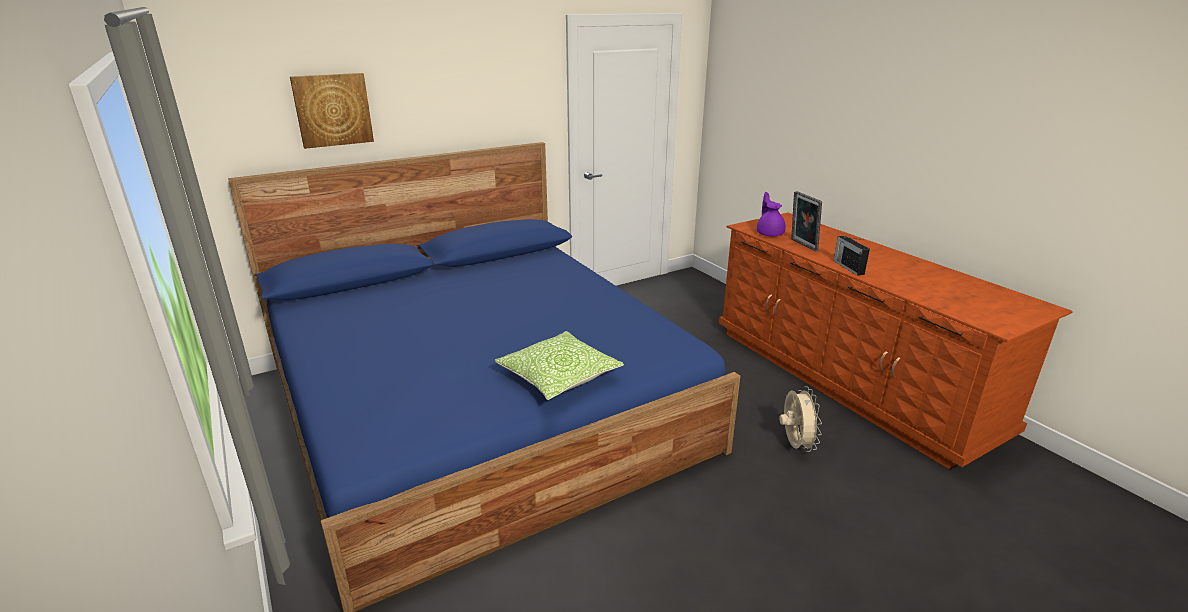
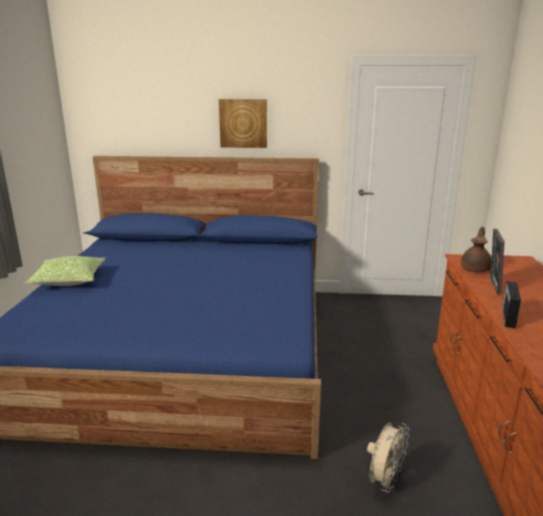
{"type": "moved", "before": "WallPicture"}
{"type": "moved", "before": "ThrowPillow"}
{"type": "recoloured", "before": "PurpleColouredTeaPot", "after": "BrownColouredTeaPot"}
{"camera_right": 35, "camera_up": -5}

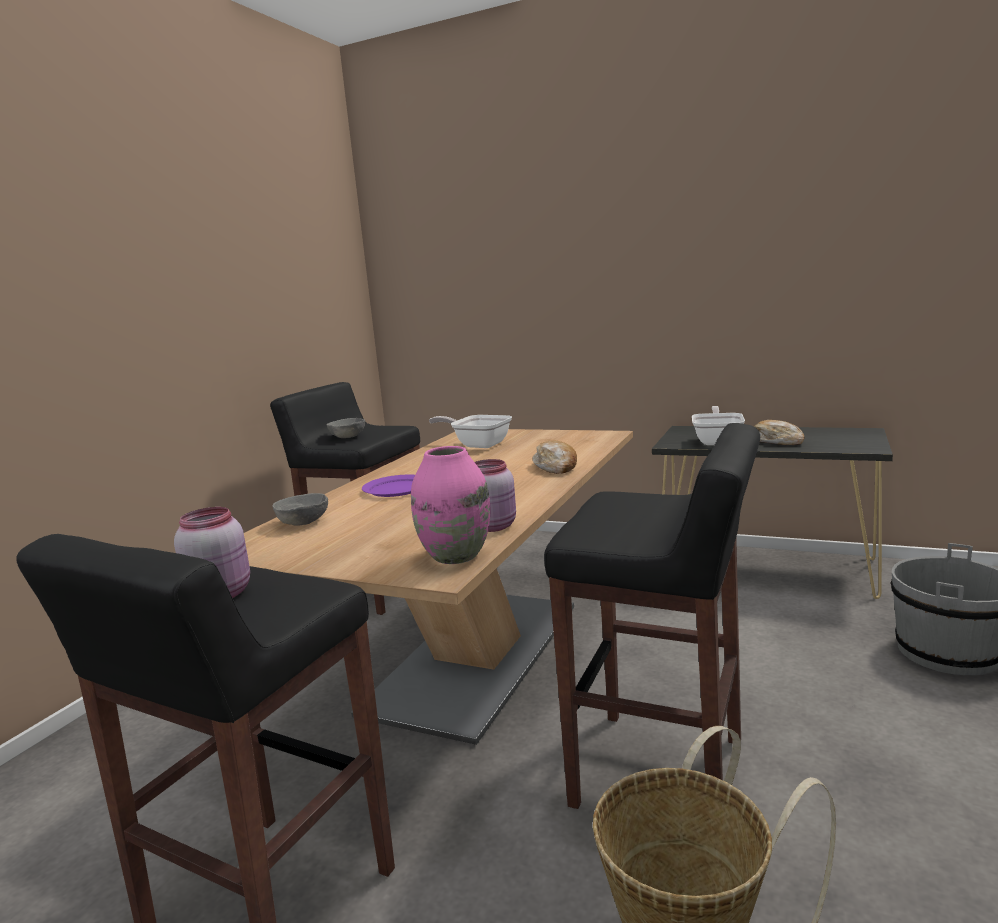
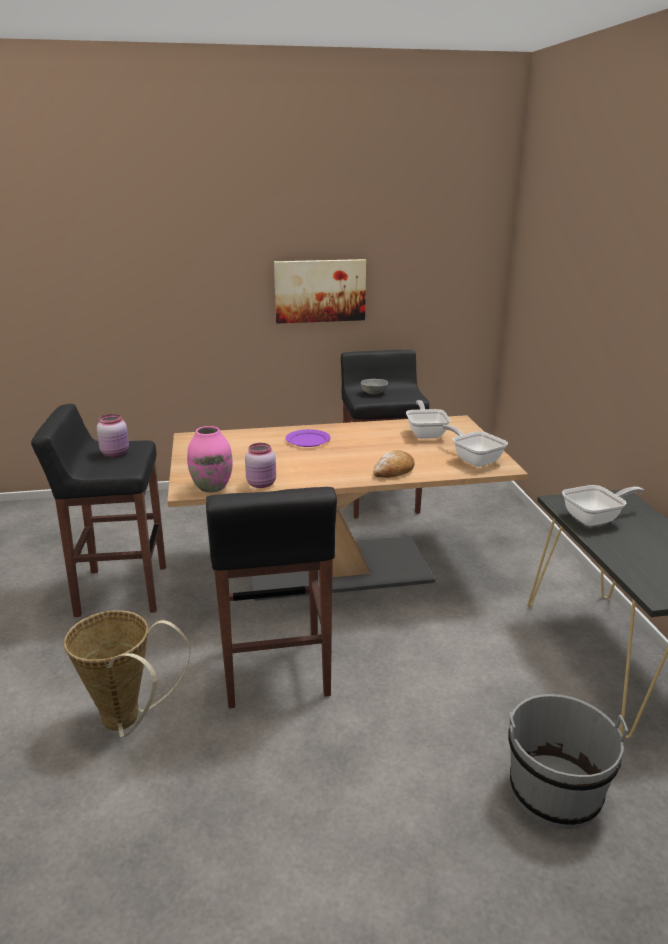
{"type": "removed", "before": "GrayServingBowl (1st from left)"}
{"type": "removed", "before": "BakedBread (2nd from left)"}
{"type": "added", "after": "WallPicture"}
{"type": "added", "after": "FryingPan (2nd from left)"}
{"camera_right": 55, "camera_up": 10}

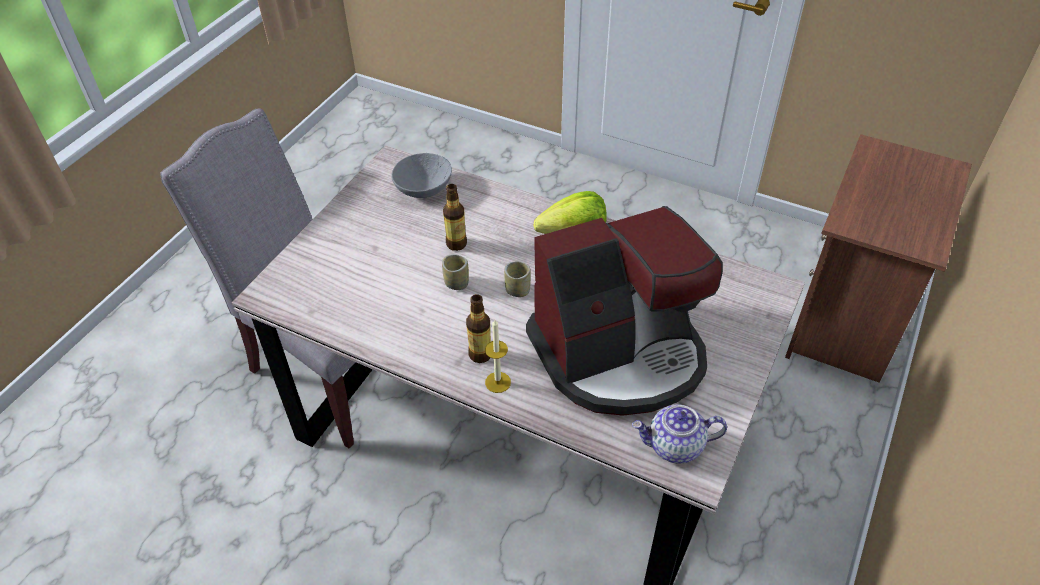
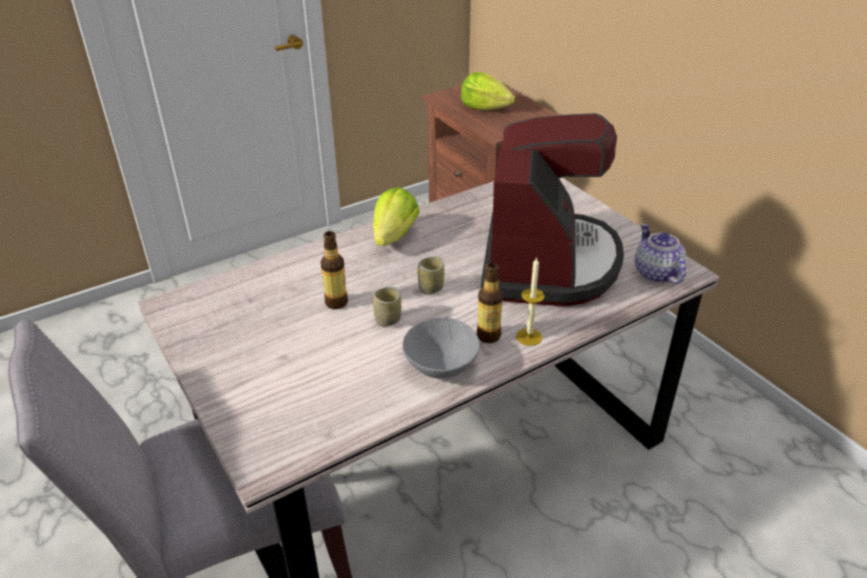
{"type": "moved", "before": "GrayServingBowl"}
{"type": "turned", "before": "TeaPot", "turn": 135}
{"type": "added", "after": "Lettuce (2nd from left)"}
{"camera_right": -60, "camera_up": -10}

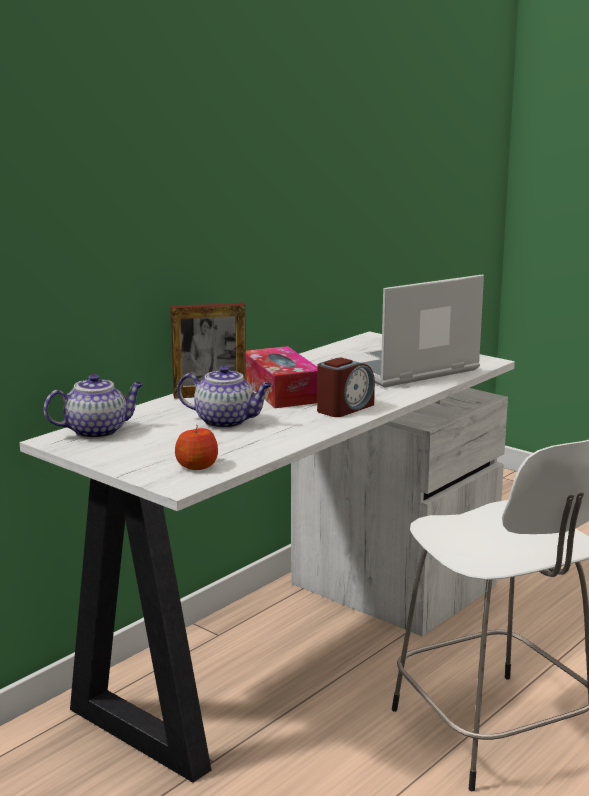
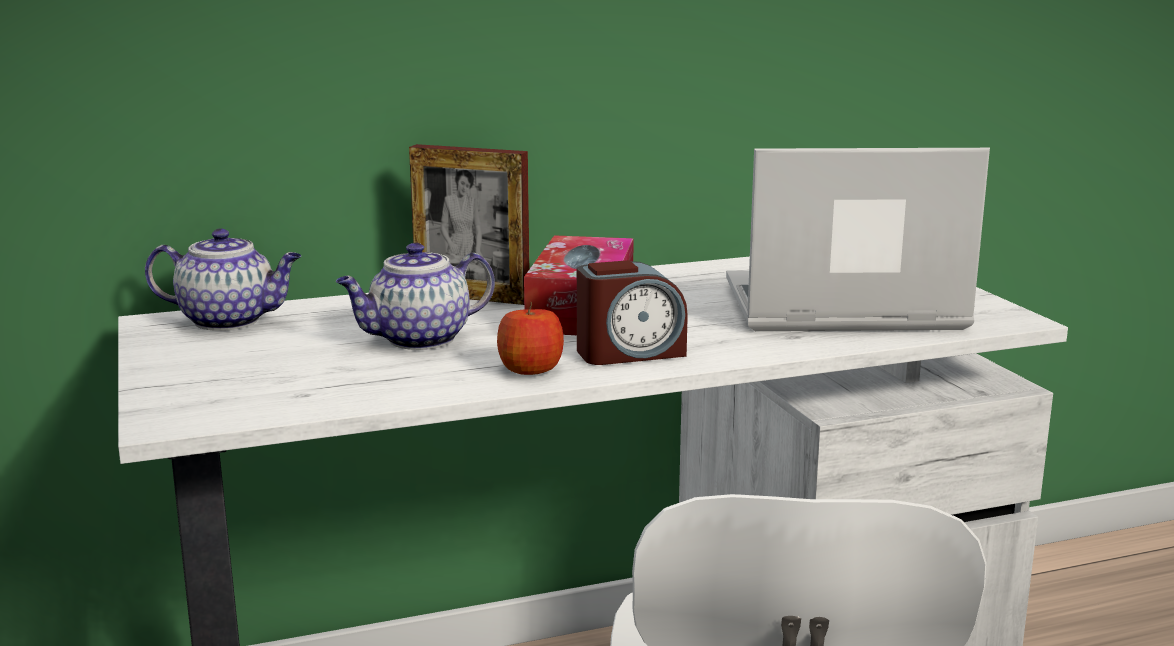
{"type": "moved", "before": "WholeApple"}
{"type": "turned", "before": "TeaPot (2nd from left)", "turn": 105}
{"camera_right": 30, "camera_up": 0}

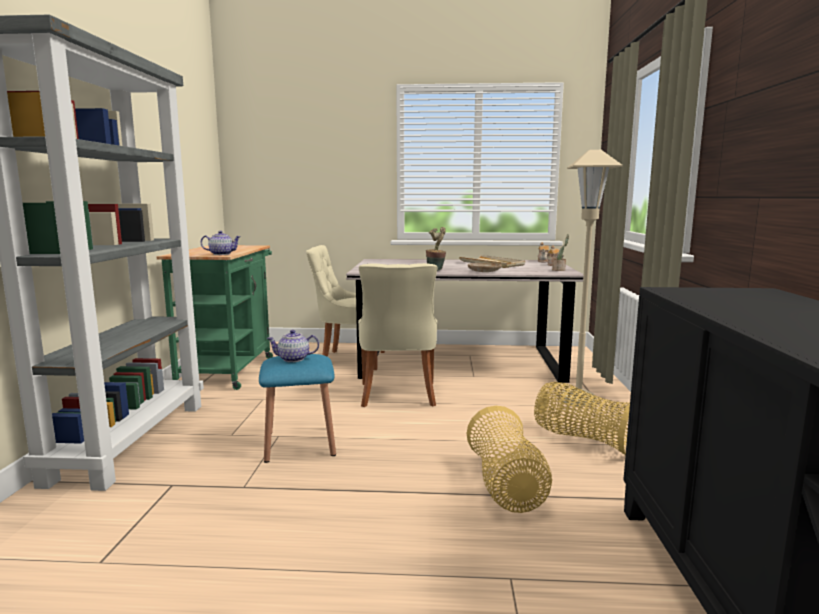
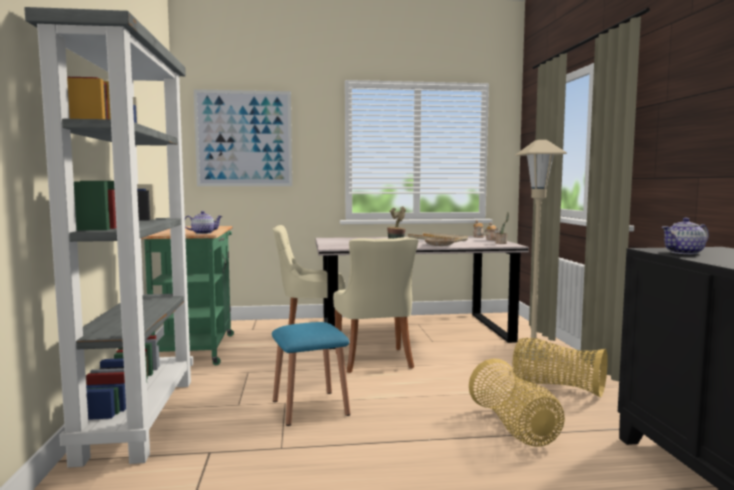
{"type": "moved", "before": "TeaPot (2nd from left in the first image)", "after": "TeaPot (4th from left)"}
{"type": "added", "after": "WallPicture"}
{"camera_right": -10, "camera_up": -5}

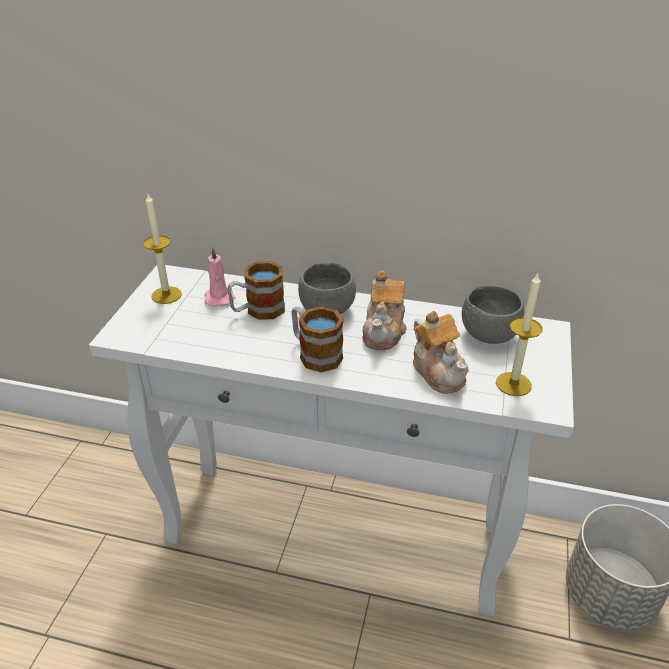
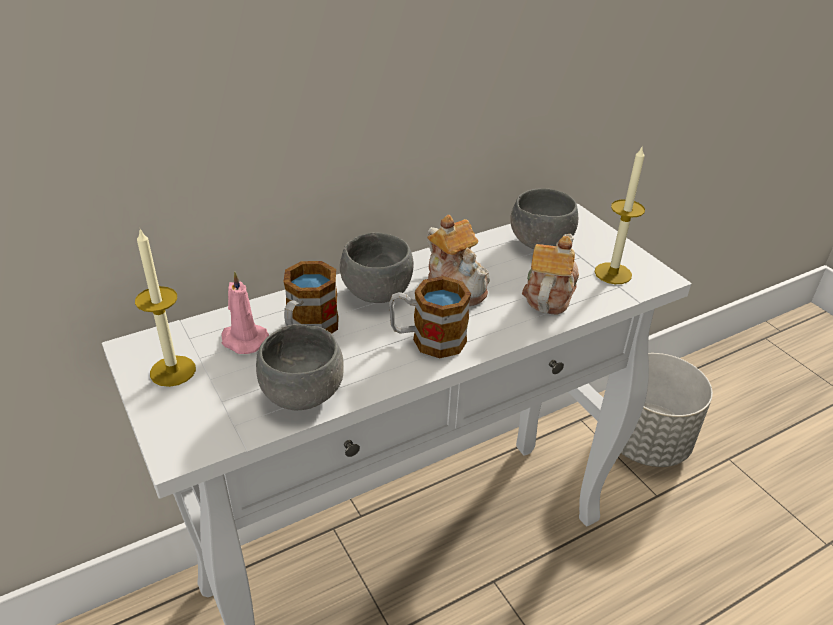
{"type": "turned", "before": "TeaPot (2nd from left)", "turn": -90}
{"type": "added", "after": "GrayServingBowl (1st from left)"}
{"camera_right": -45, "camera_up": 0}

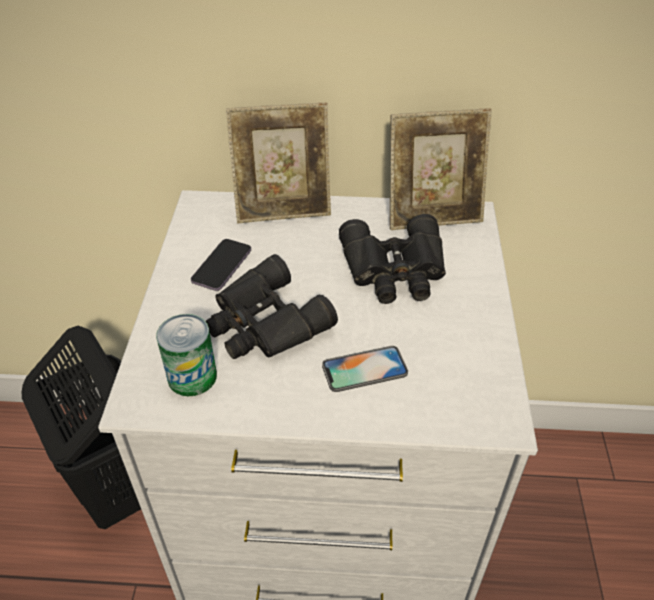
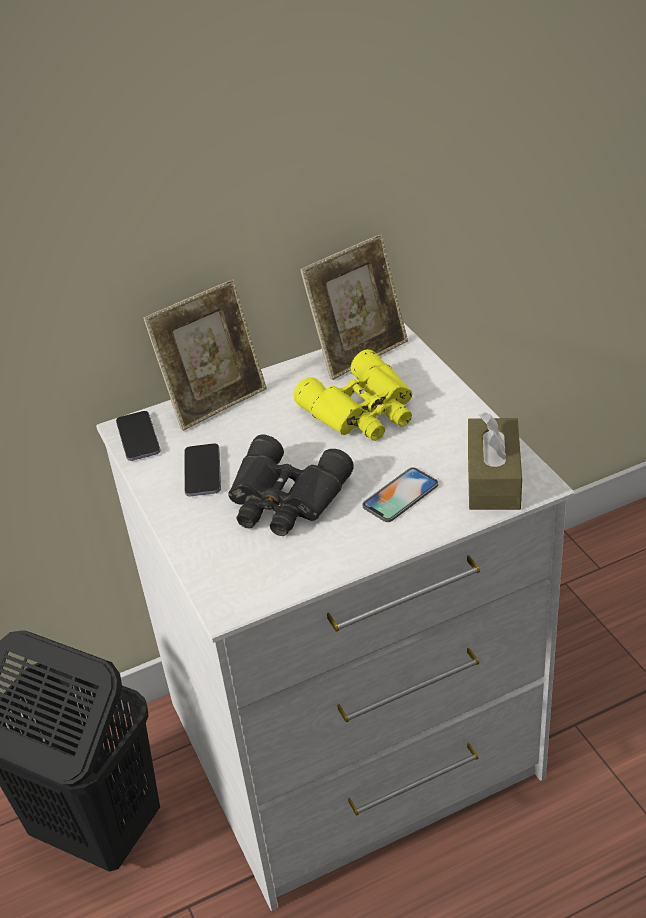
{"type": "removed", "before": "SealedCan"}
{"type": "recoloured", "before": "BlackColouredFieldGlasses (2nd from left)", "after": "YellowFieldGlasses"}
{"type": "added", "after": "Telephone (1st from left)"}
{"type": "added", "after": "BrownColouredBoxOfTissues"}
{"camera_right": -25, "camera_up": -5}

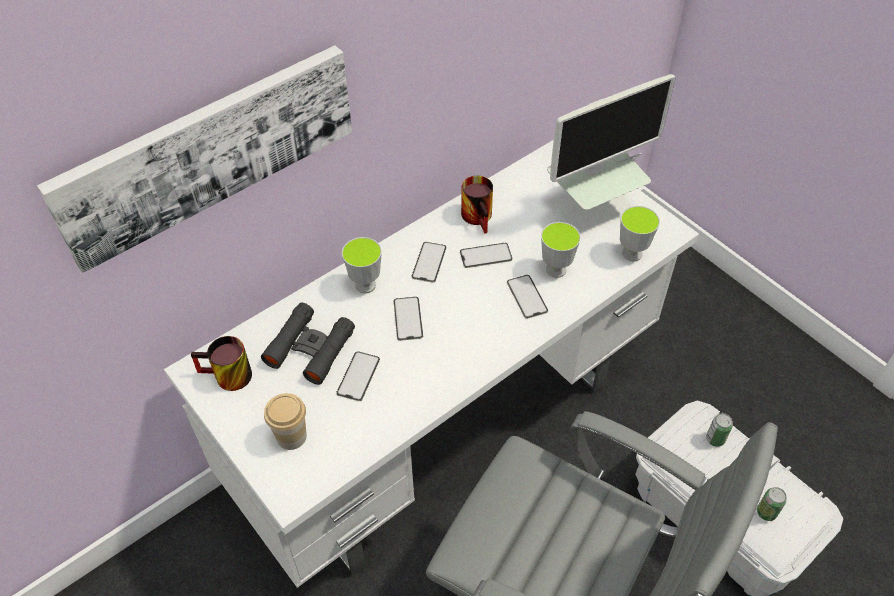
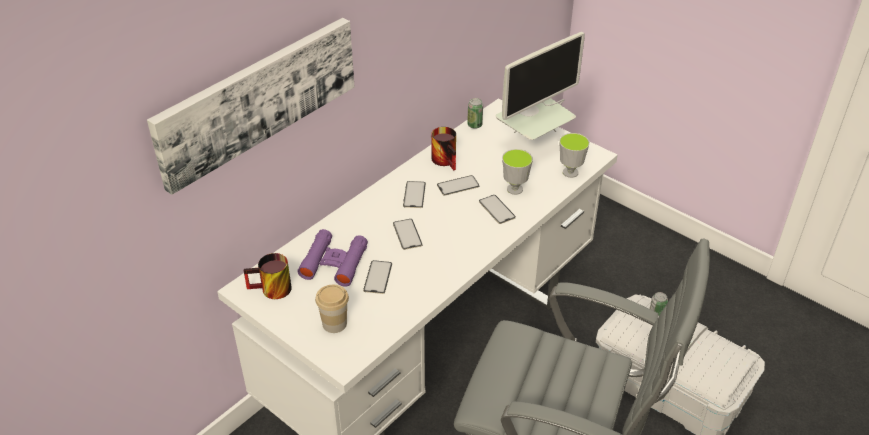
{"type": "recoloured", "before": "BlackColouredFieldGlasses", "after": "PurpleColouredFieldGlasses"}
{"type": "removed", "before": "DrinkingCup (2nd from left)"}
{"type": "moved", "before": "SealedCan (2nd from left in the first image)", "after": "SealedCan (1st from left)"}
{"camera_right": -10, "camera_up": -10}

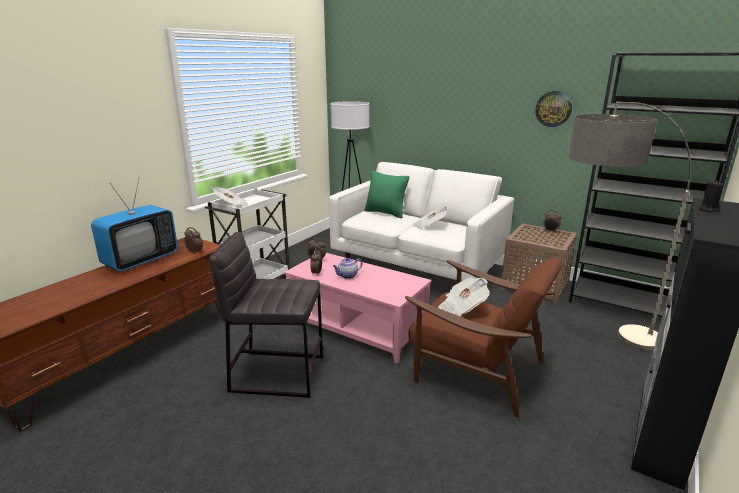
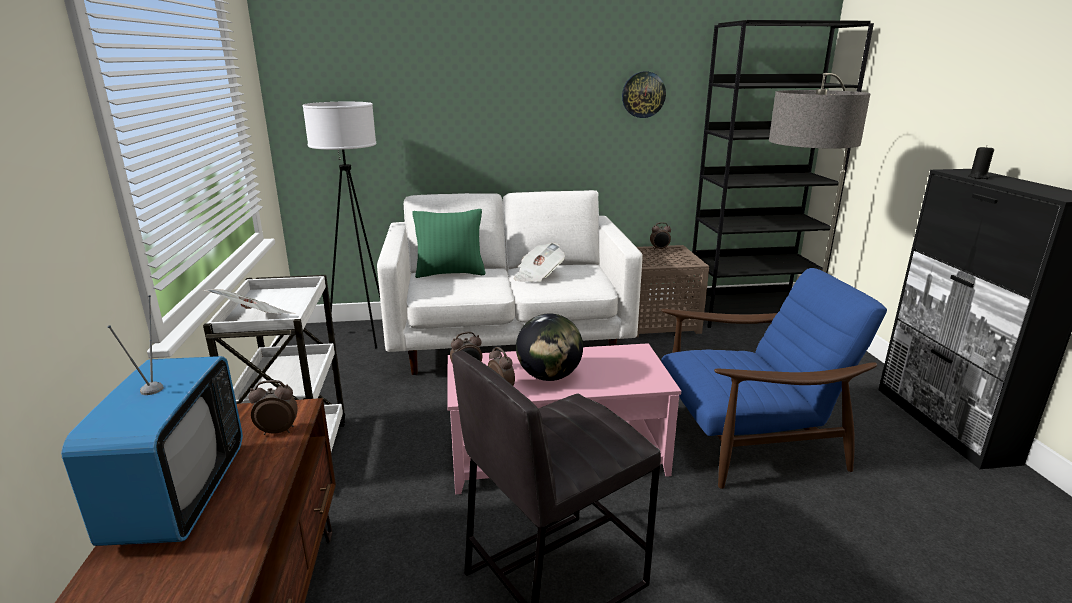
{"type": "replaced", "before": "TeaPot", "after": "WorldGlobe"}
{"type": "recoloured", "before": "BrownColouredLoungeChair", "after": "BlueLoungeChair"}
{"type": "removed", "before": "PrintedPaper (3rd from left)"}
{"camera_right": -40, "camera_up": 0}

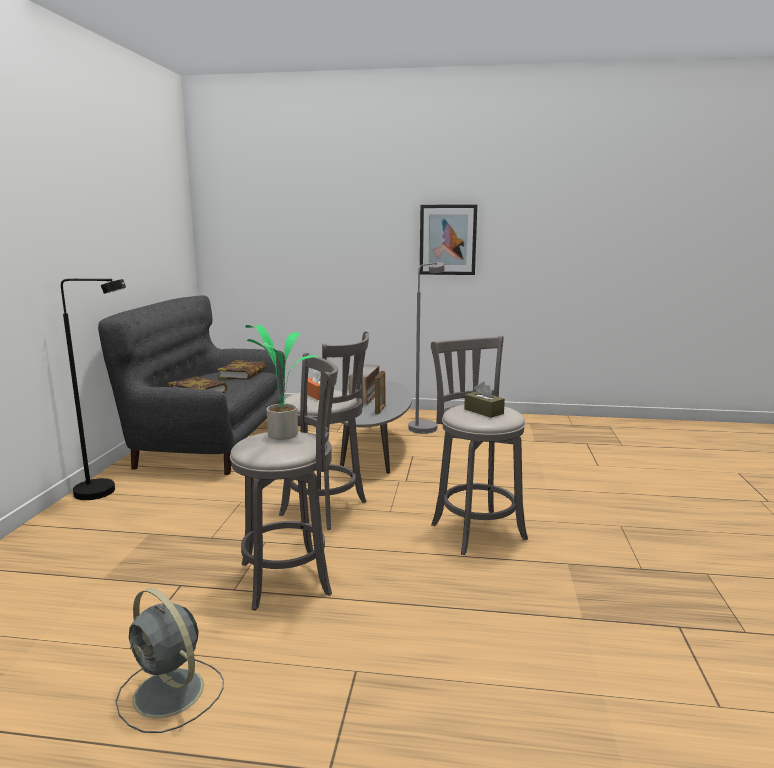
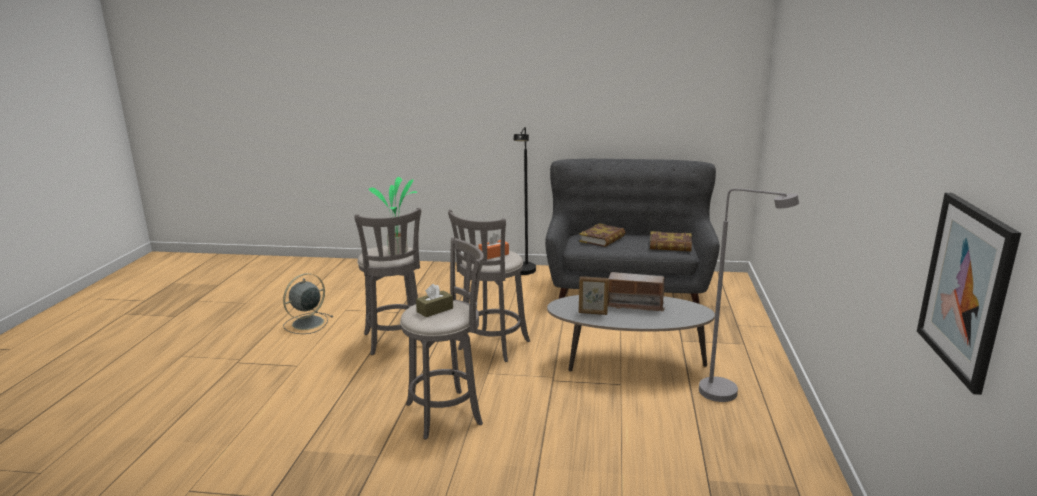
{"type": "moved", "before": "WallPicture"}
{"camera_right": 90, "camera_up": 5}

